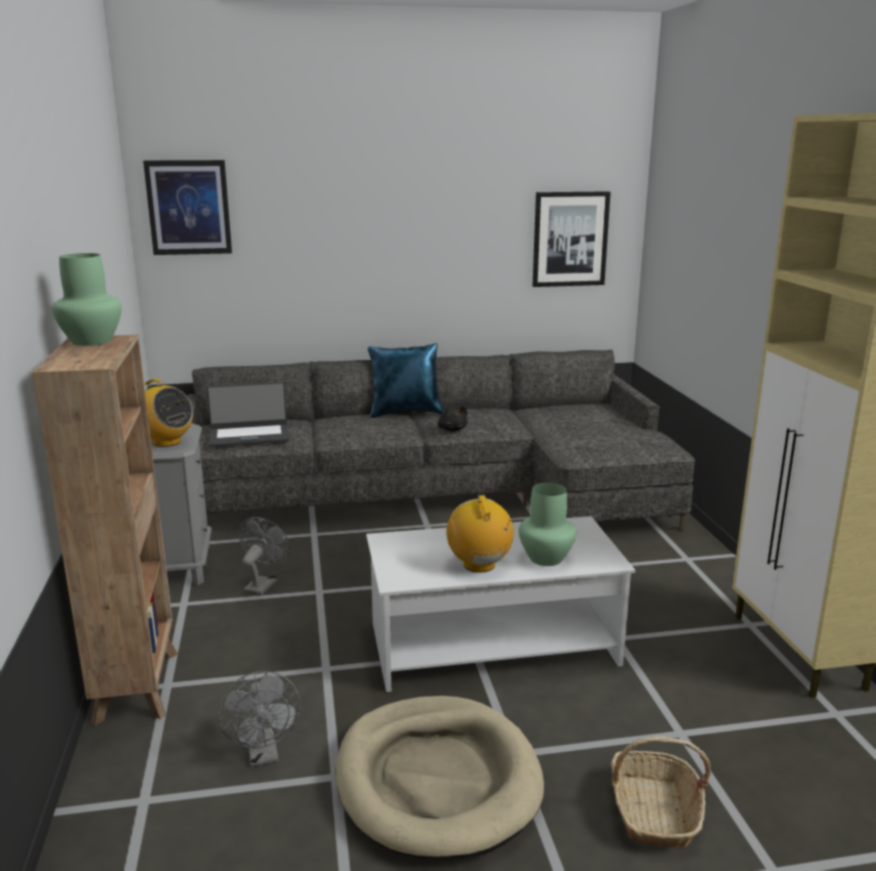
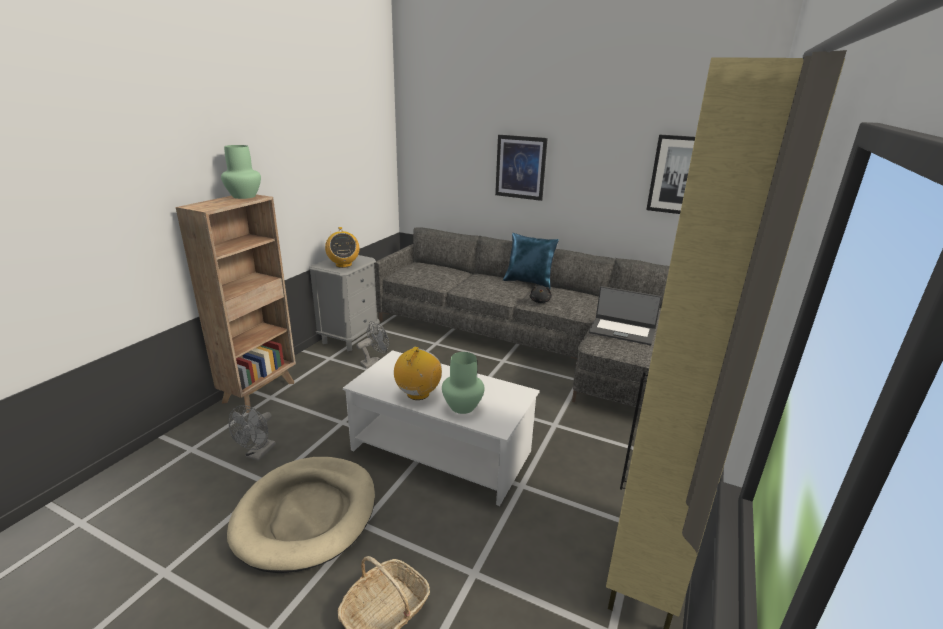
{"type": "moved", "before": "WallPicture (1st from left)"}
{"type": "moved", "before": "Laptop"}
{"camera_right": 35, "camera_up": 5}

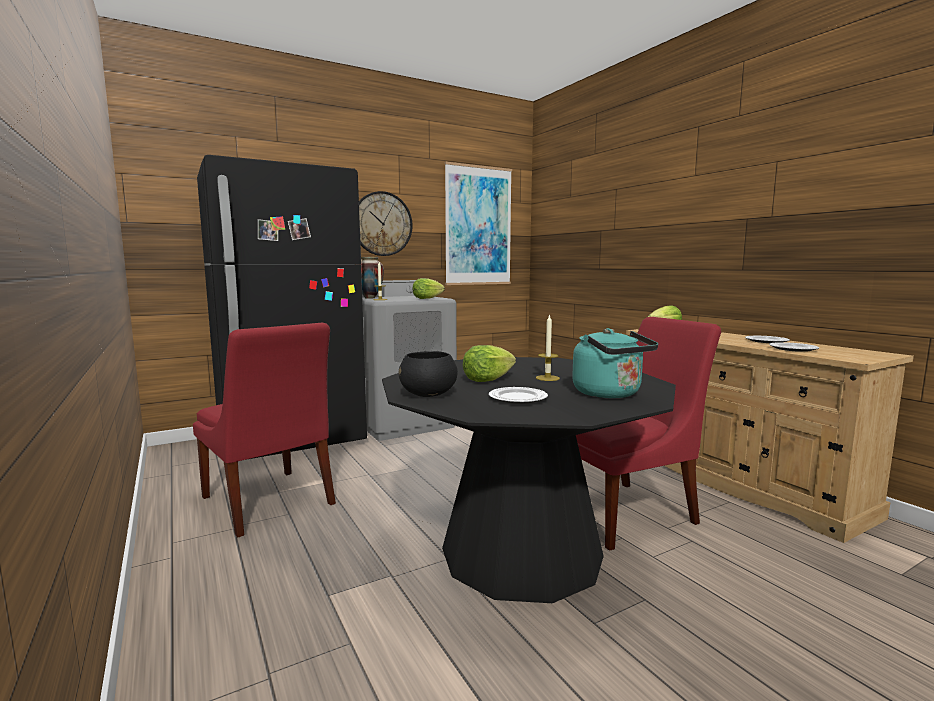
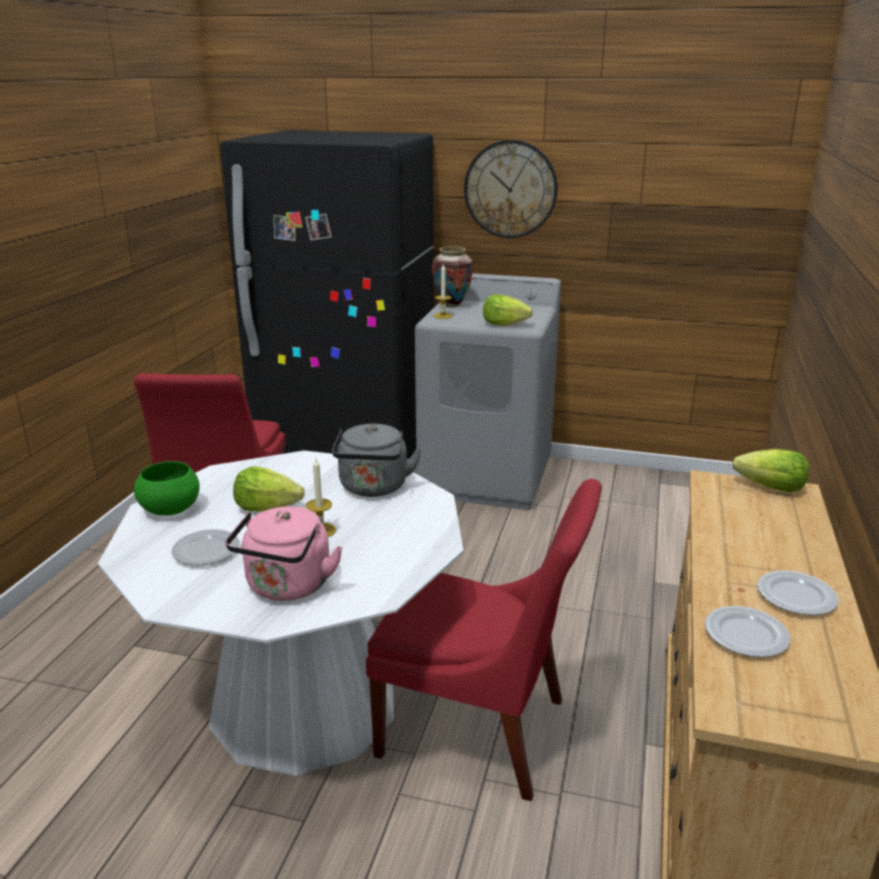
{"type": "recoloured", "before": "BlackColouredDinnerTable", "after": "WhitishDinnerTable"}
{"type": "recoloured", "before": "BlackColouredServingBowl", "after": "GreenishServingBowl"}
{"type": "removed", "before": "WallPicture"}
{"type": "recoloured", "before": "BlueGreenWaterKettle", "after": "PinkColouredWaterKettle"}
{"type": "added", "after": "GrayWaterKettle"}
{"camera_right": 45, "camera_up": 15}

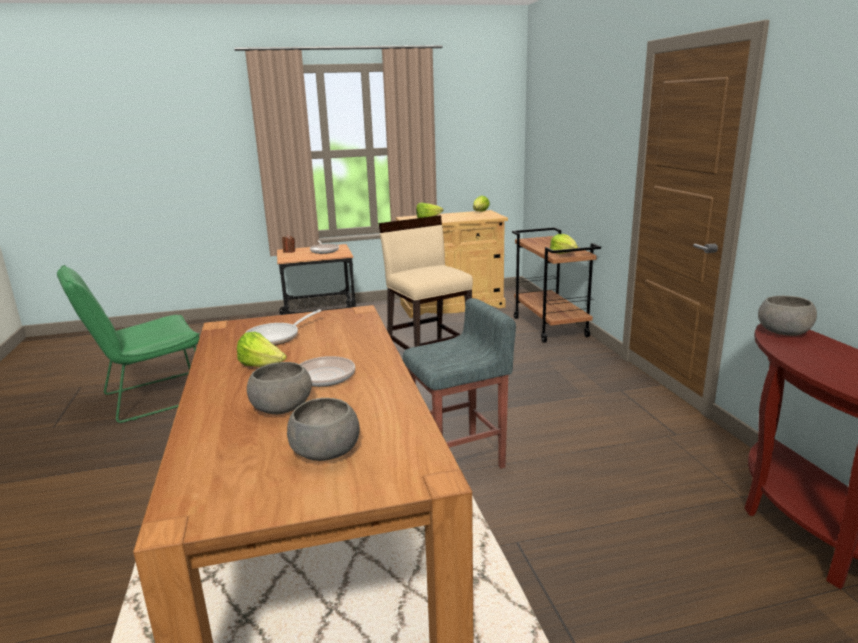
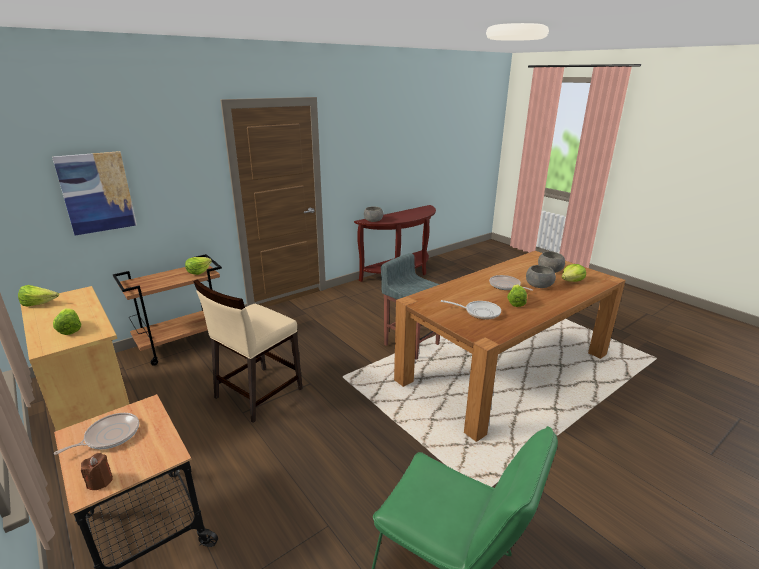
{"type": "added", "after": "WallPicture"}
{"type": "added", "after": "Lettuce (5th from left)"}
{"camera_right": -115, "camera_up": 5}

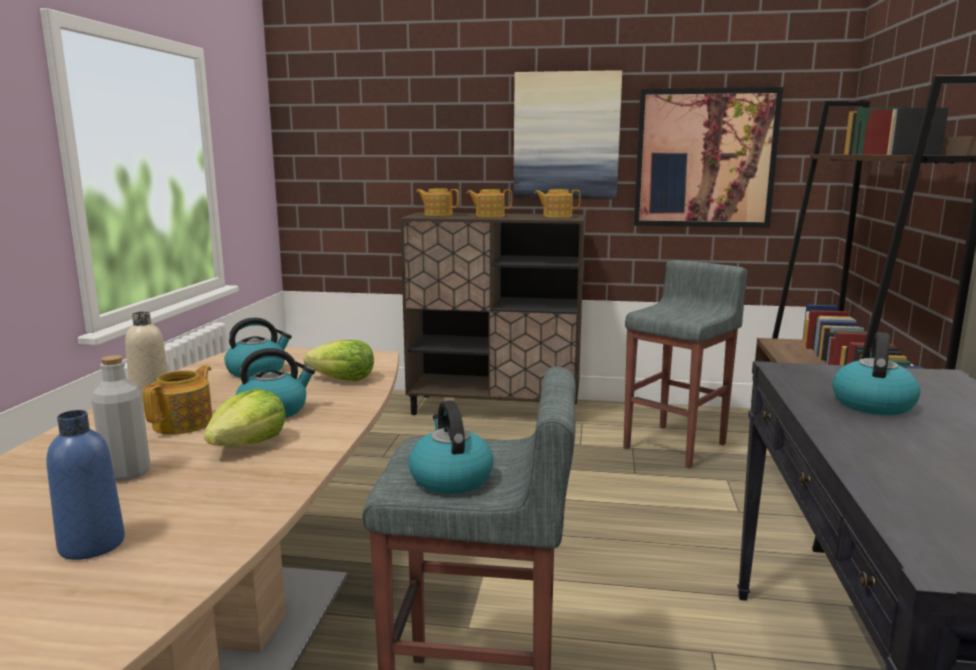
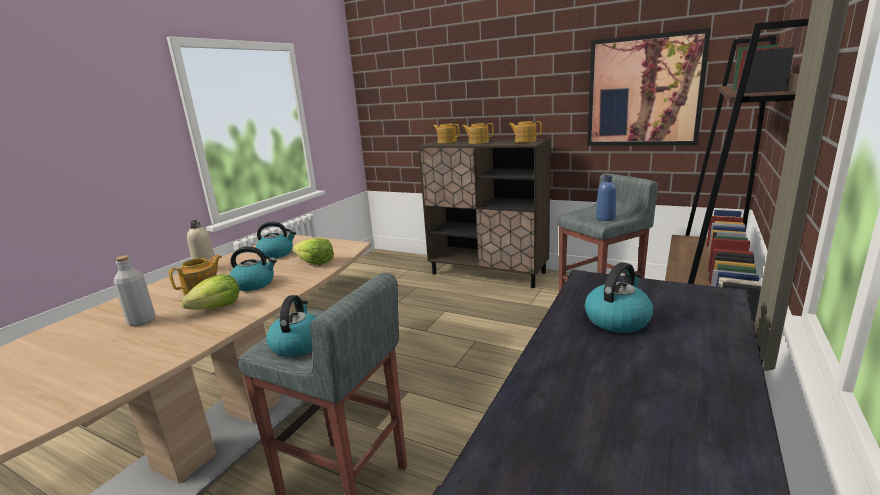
{"type": "moved", "before": "BlueDrinkBottle"}
{"type": "removed", "before": "WallPicture (1st from left)"}
{"camera_right": 20, "camera_up": 5}

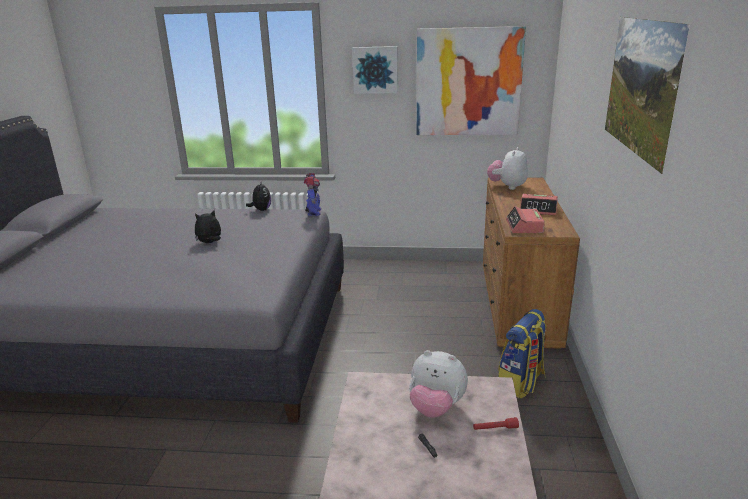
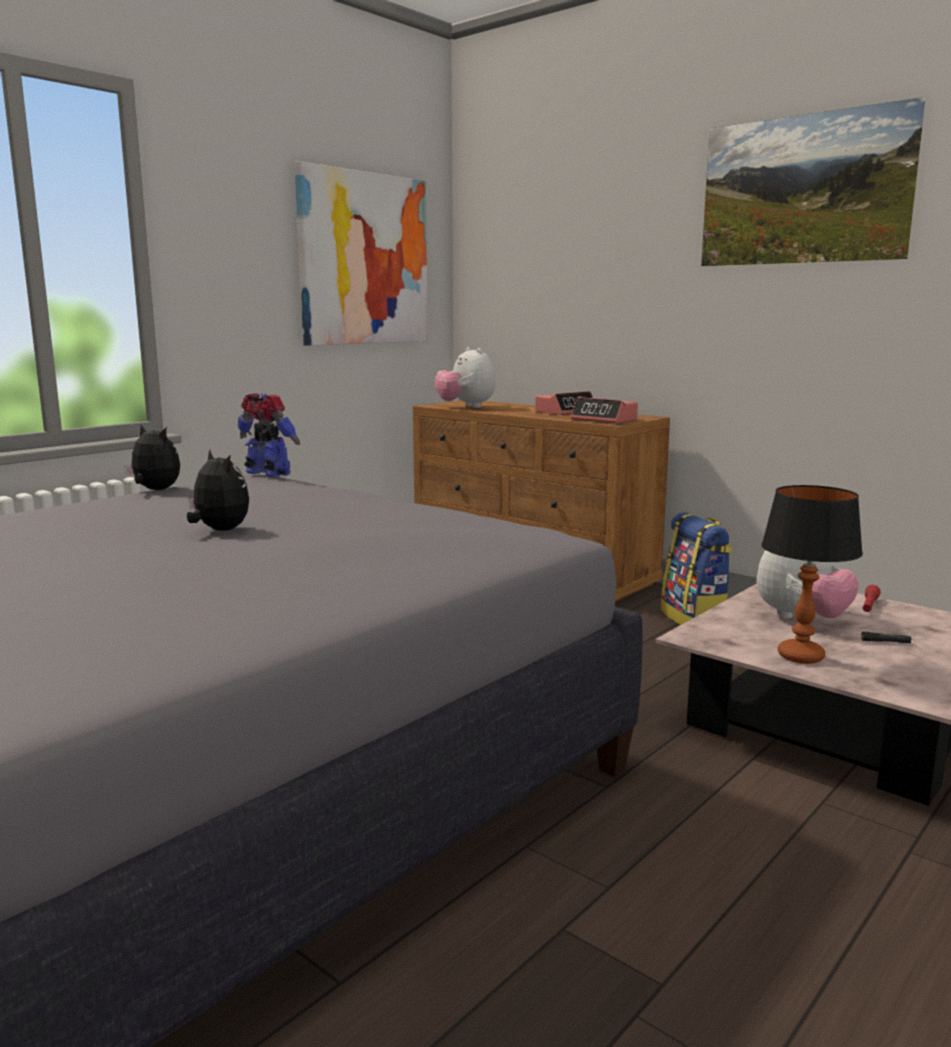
{"type": "turned", "before": "PlushToy (1st from left in the first image)", "turn": 135}
{"type": "removed", "before": "WallPicture (1st from left)"}
{"type": "added", "after": "TableLamp"}
{"camera_right": -55, "camera_up": -10}

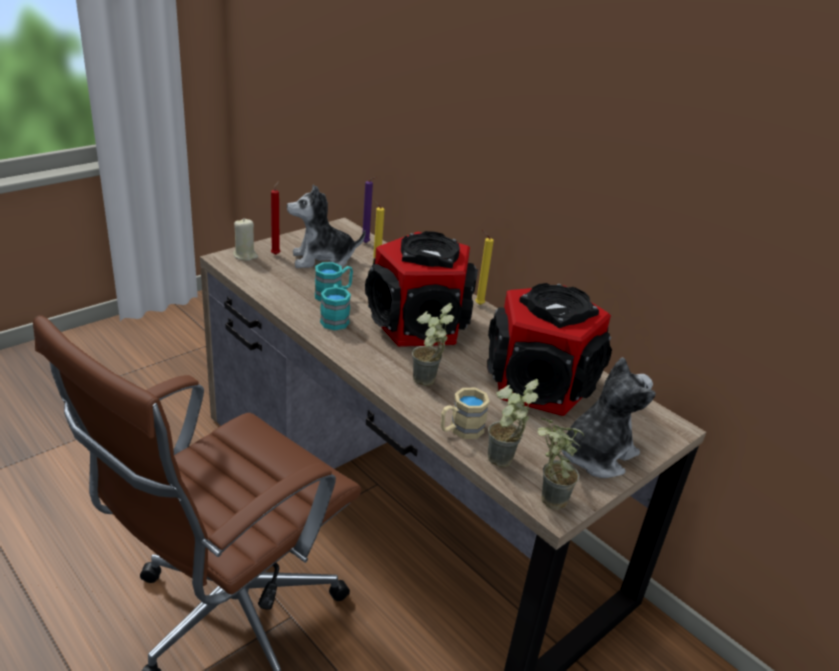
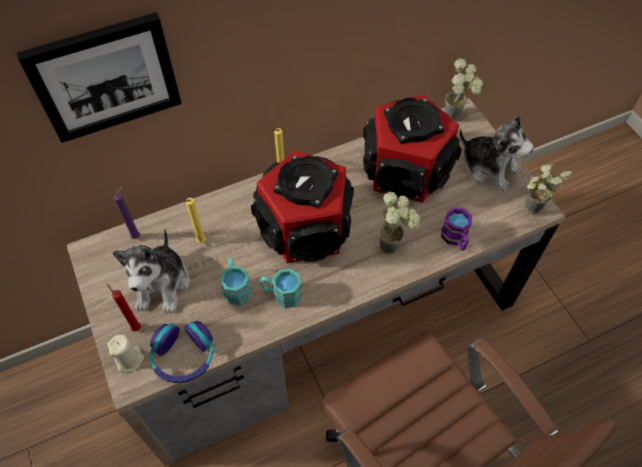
{"type": "recoloured", "before": "SandColouredTeaMug", "after": "PurpleColouredTeaMug"}
{"type": "moved", "before": "PlantInAPot (2nd from left)"}
{"type": "turned", "before": "PlushToy (2nd from left)", "turn": 150}
{"type": "added", "after": "WallPicture"}
{"type": "added", "after": "Headset"}
{"camera_right": -70, "camera_up": 25}

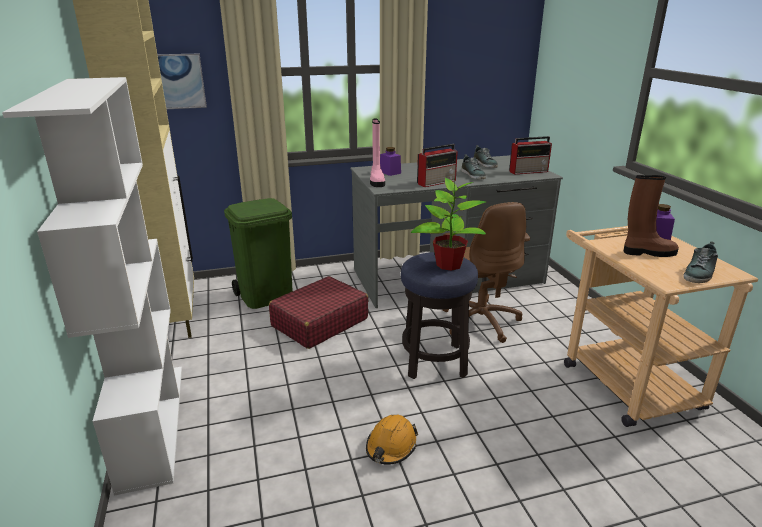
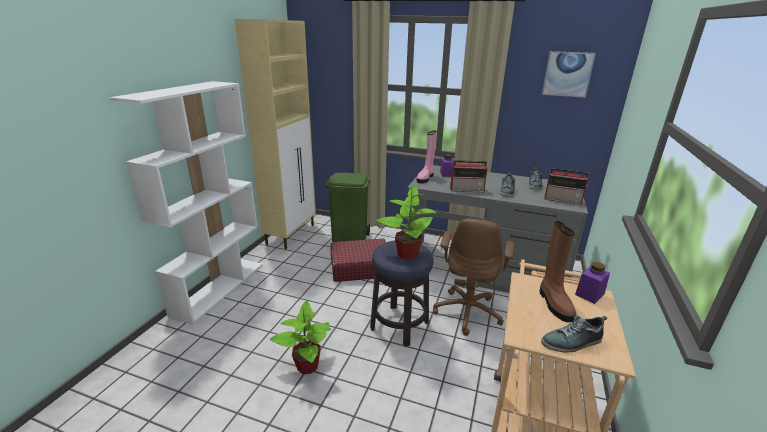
{"type": "moved", "before": "WallPicture"}
{"type": "replaced", "before": "OrangeySafetyHelmet", "after": "PlantInAPot (1st from left)"}
{"type": "turned", "before": "BrownColouredBoot", "turn": 45}
{"camera_right": 35, "camera_up": 0}

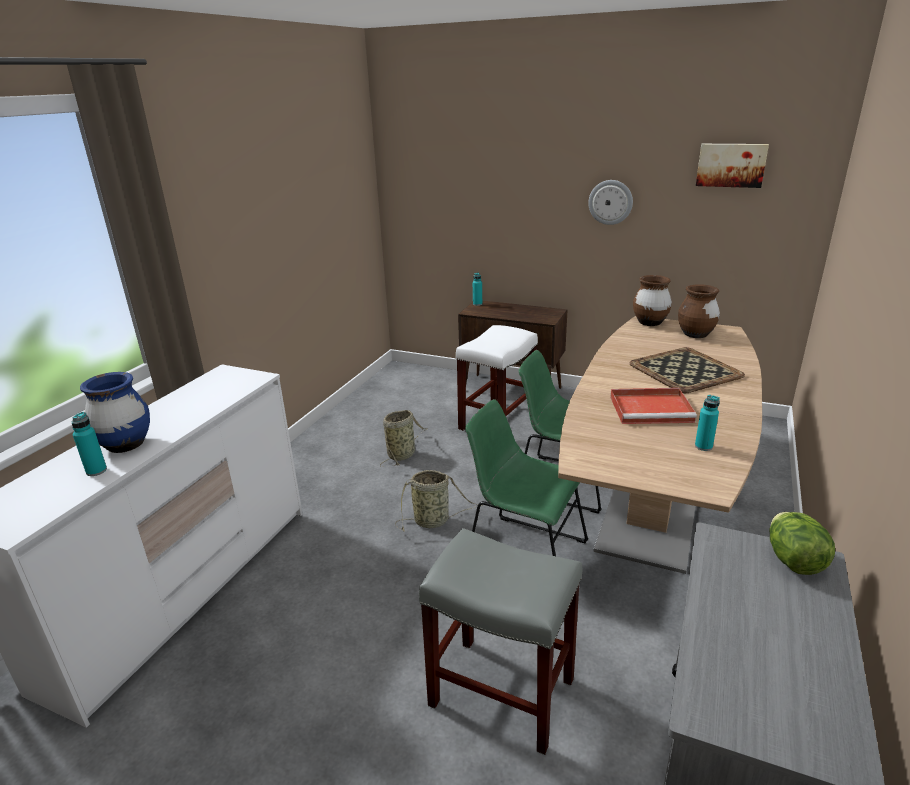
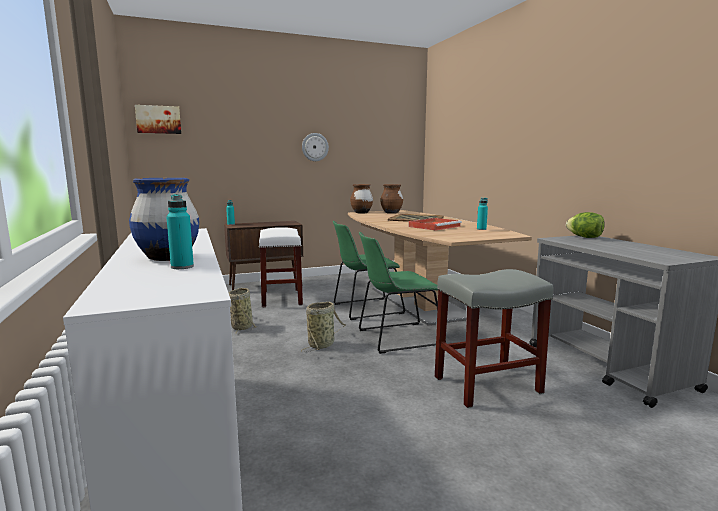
{"type": "moved", "before": "WallPicture"}
{"camera_right": -45, "camera_up": -15}

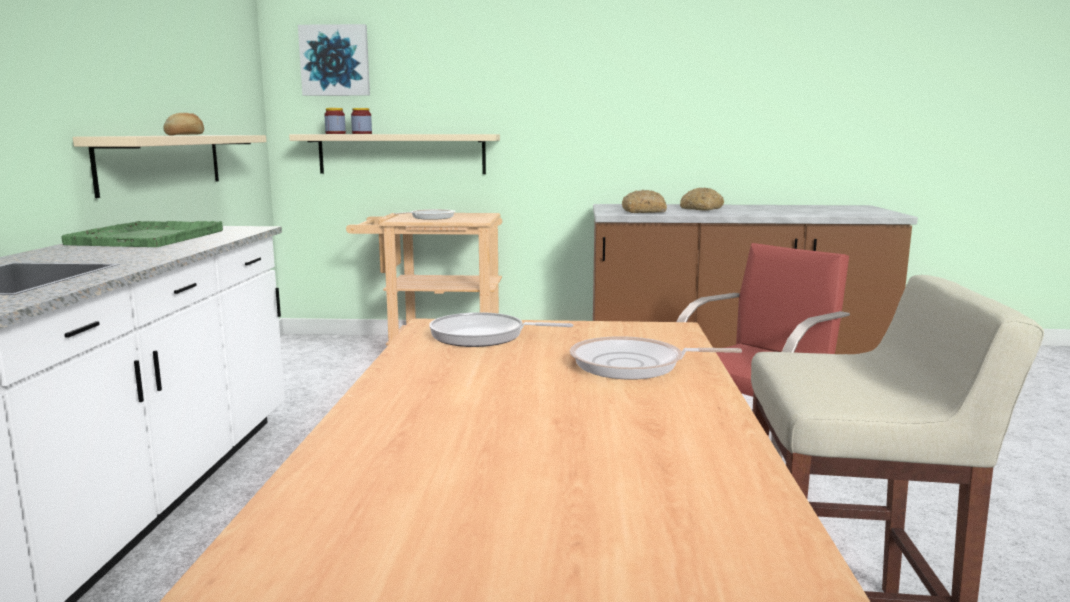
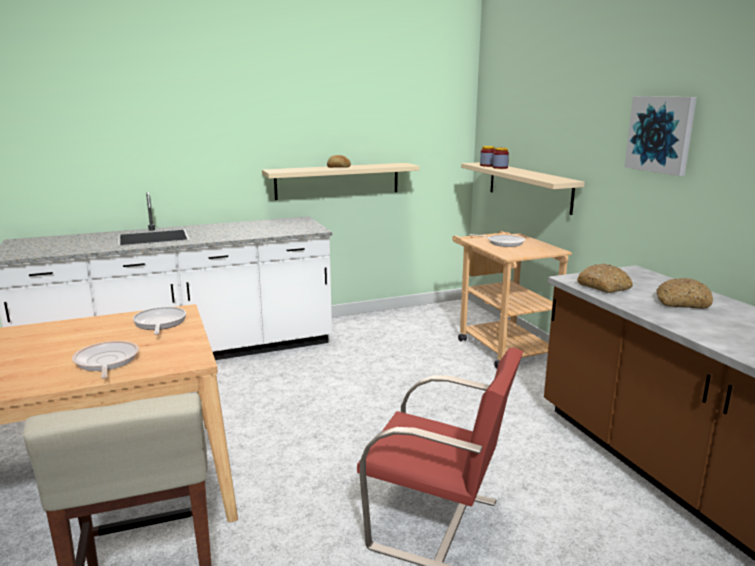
{"type": "removed", "before": "GreenishServingTray"}
{"type": "moved", "before": "WallPicture"}
{"camera_right": 65, "camera_up": 5}

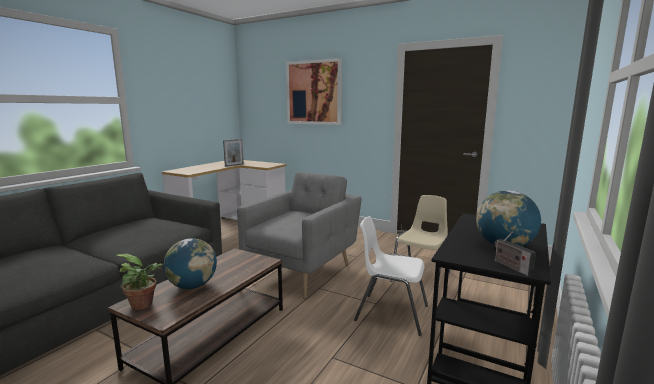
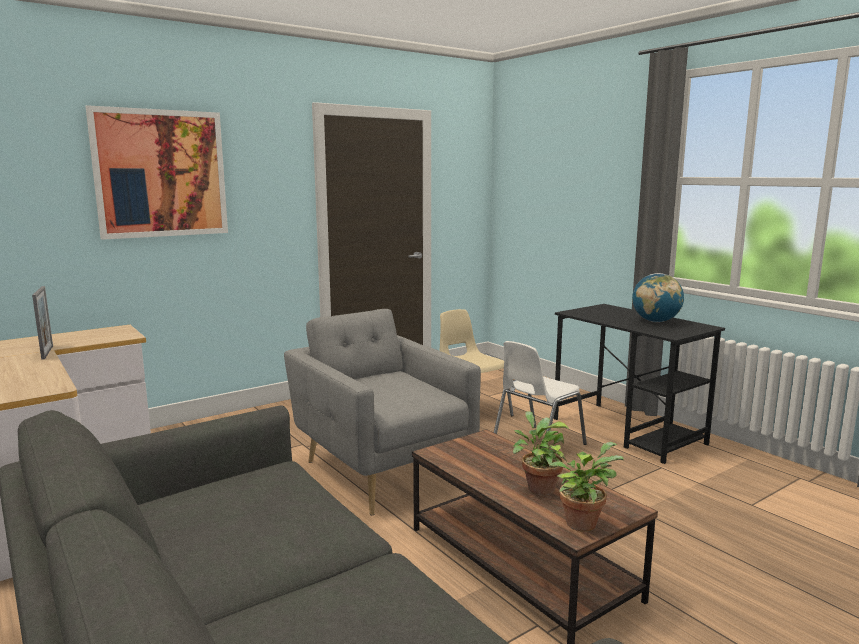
{"type": "replaced", "before": "WorldGlobe (1st from left)", "after": "PlantInAPot (1st from left)"}
{"type": "removed", "before": "RadioSet"}
{"camera_right": -65, "camera_up": 0}

